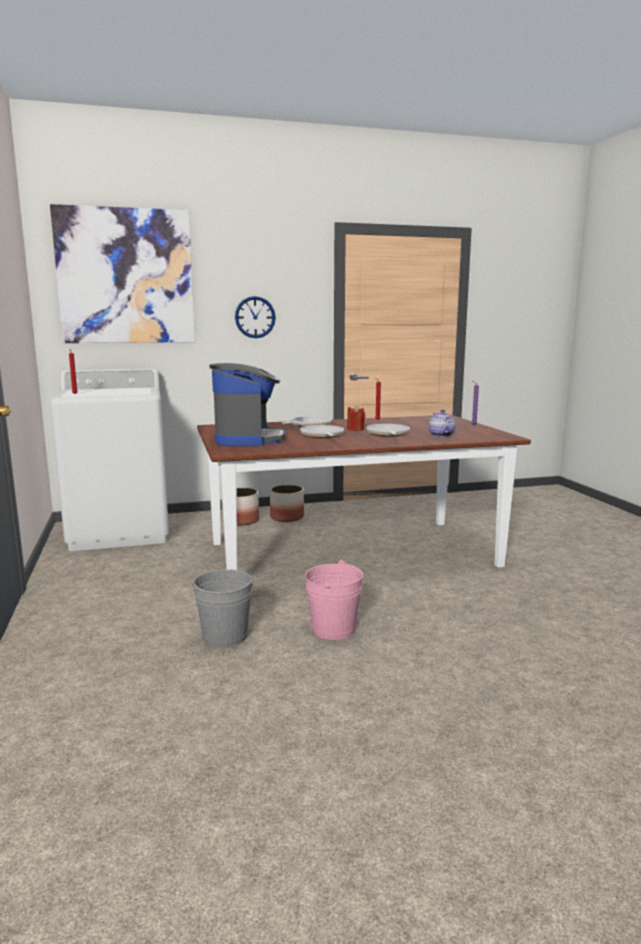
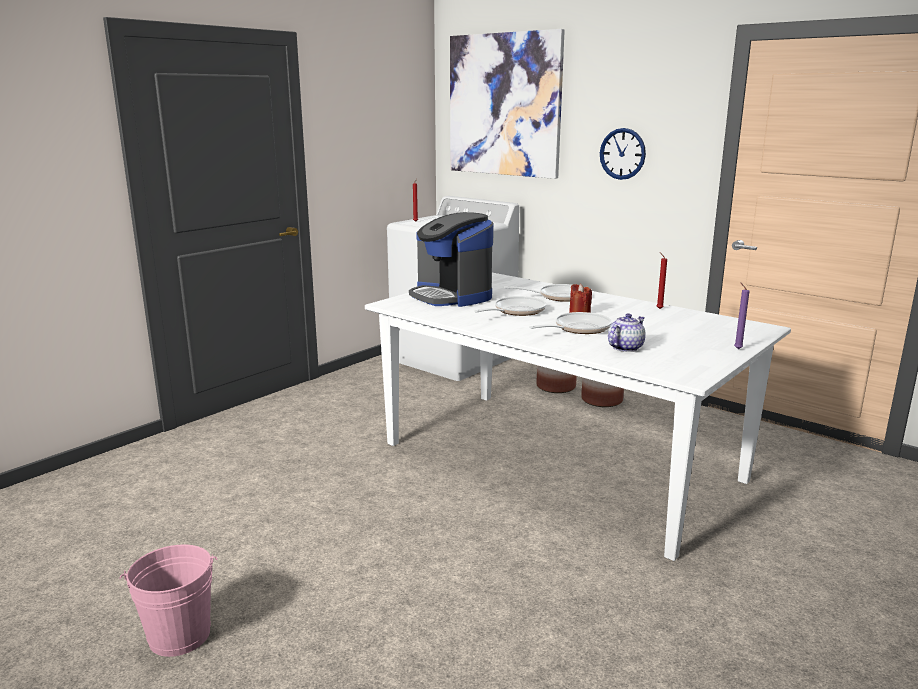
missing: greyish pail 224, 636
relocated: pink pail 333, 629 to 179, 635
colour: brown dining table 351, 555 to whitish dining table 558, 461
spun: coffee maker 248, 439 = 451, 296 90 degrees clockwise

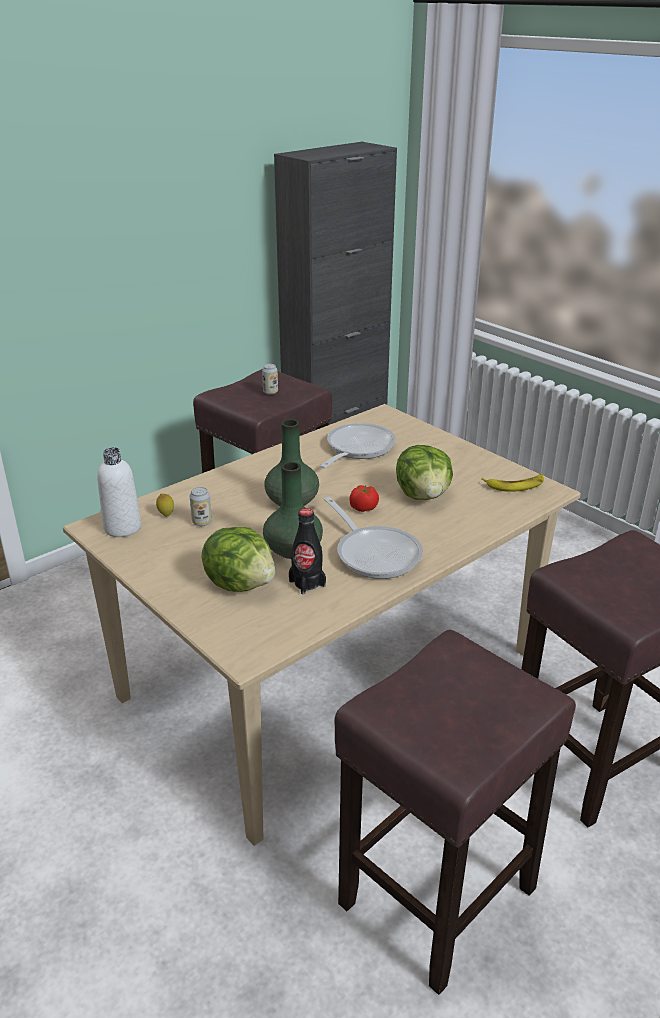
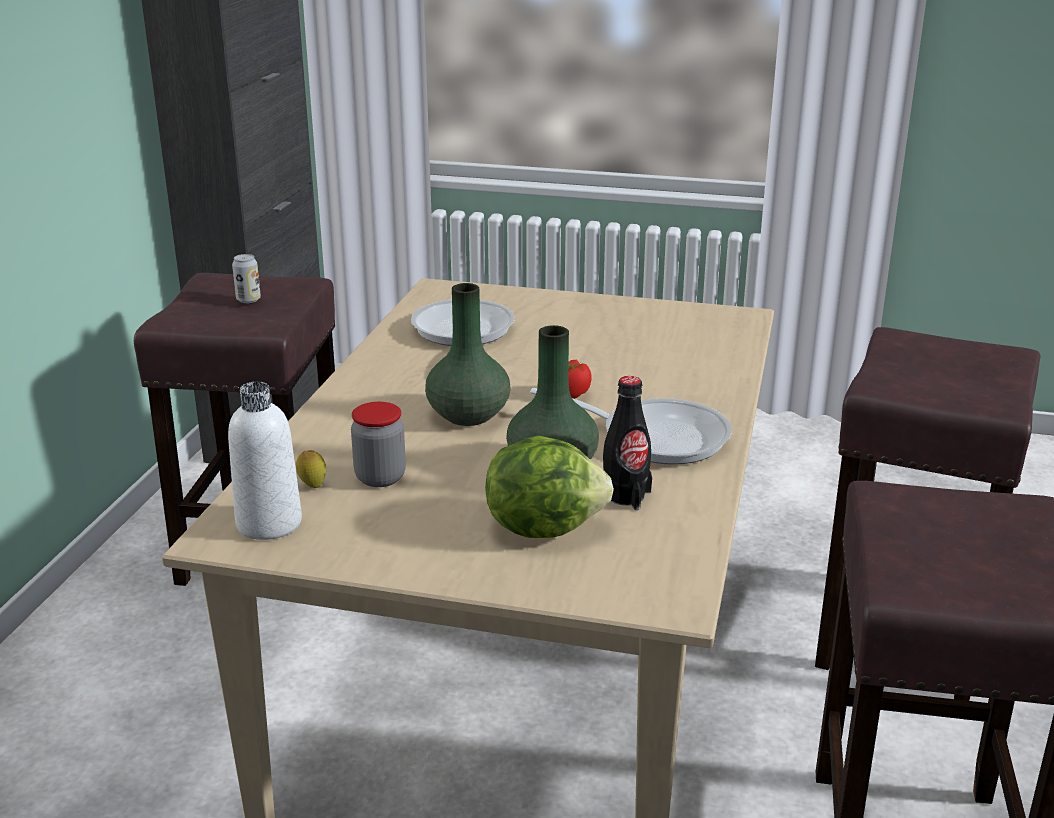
missing: lettuce head 423, 495; banana fruit 515, 485
exchanged: sealed can 202, 522 to preserve jar 380, 477

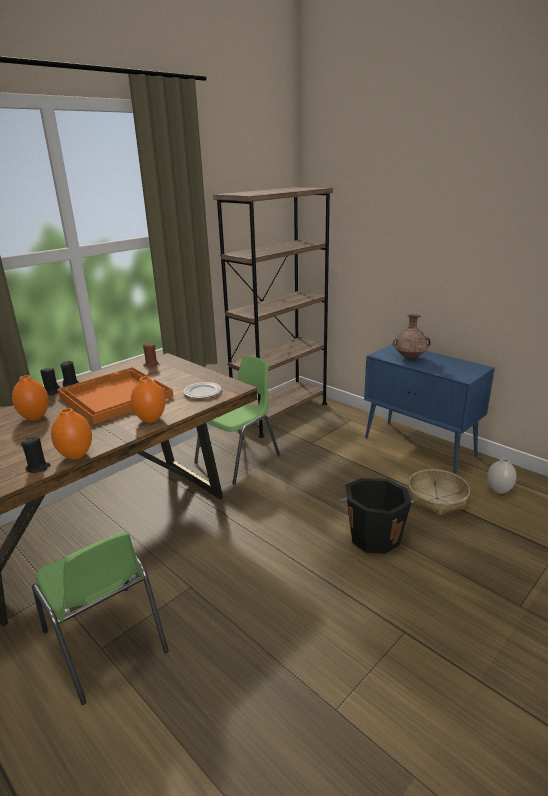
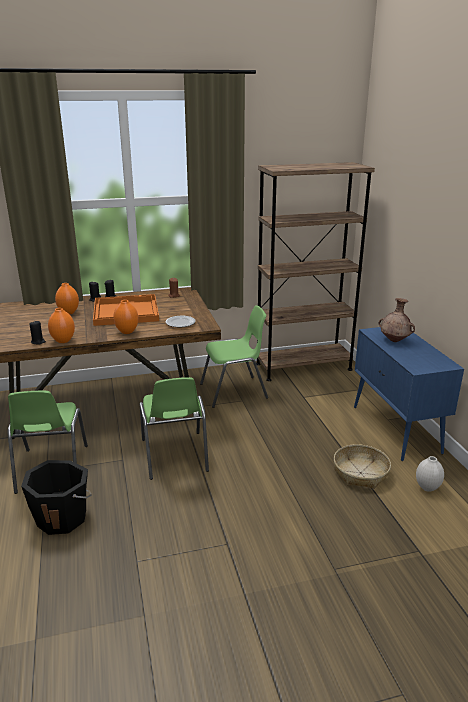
appeared: green-coloured chair 174, 456
relocated: blackish pail 374, 536 to 62, 517

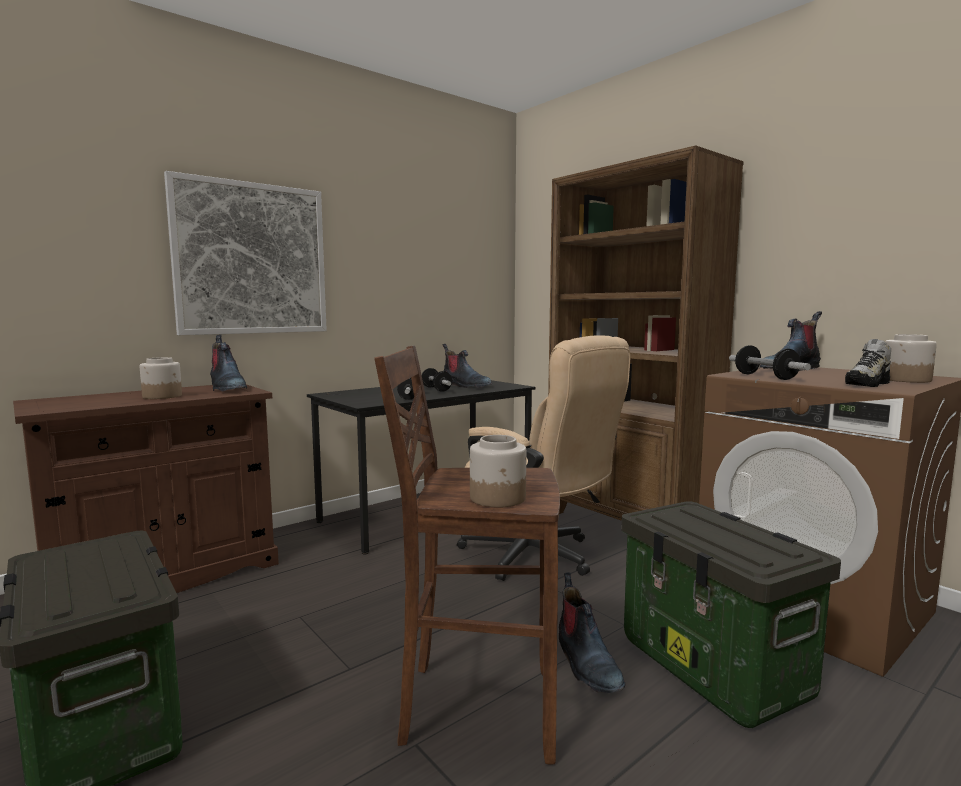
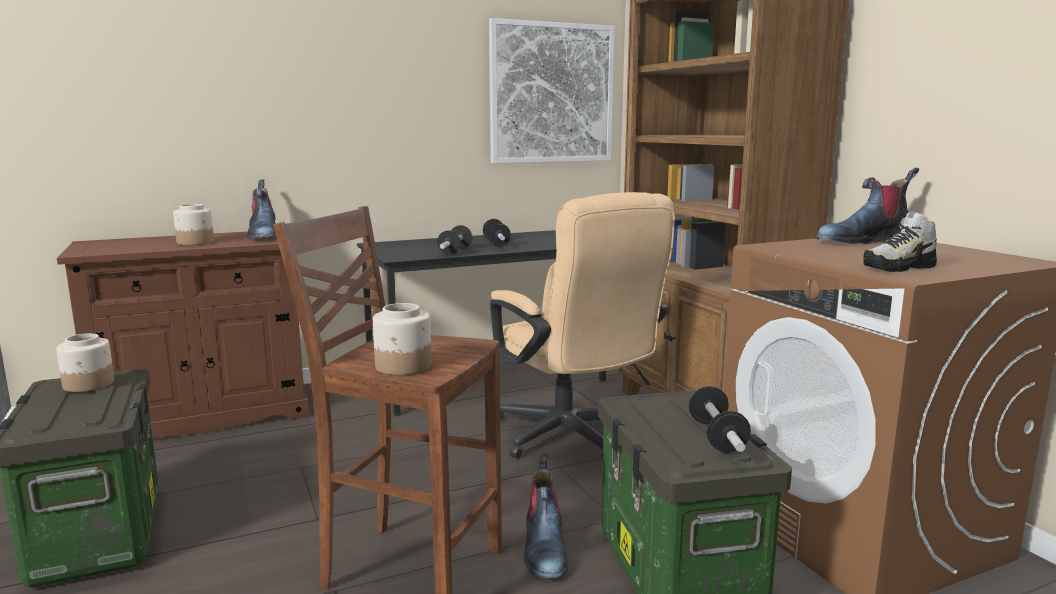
missing: tall boot 465, 385
relocated: wall art 251, 259 to 551, 93; free weight 765, 377 to 717, 437; preserve jar 906, 380 to 89, 384

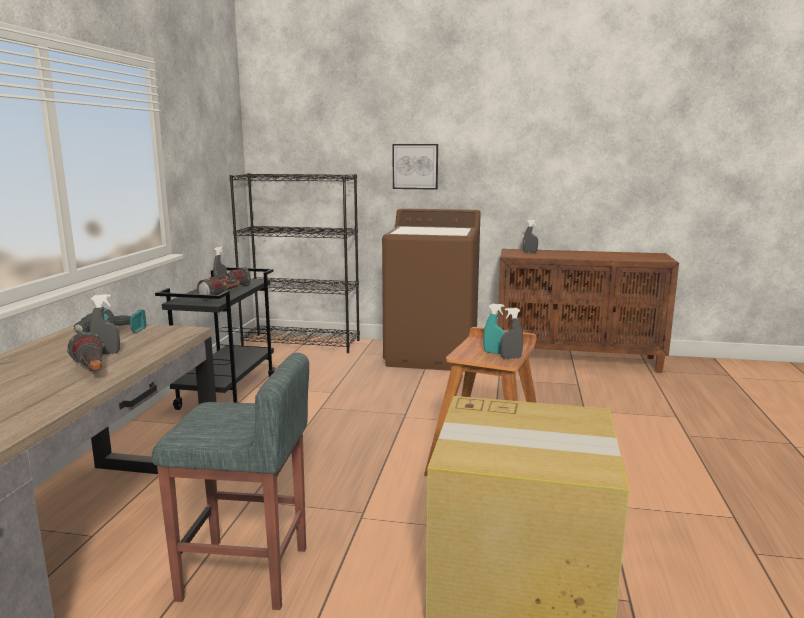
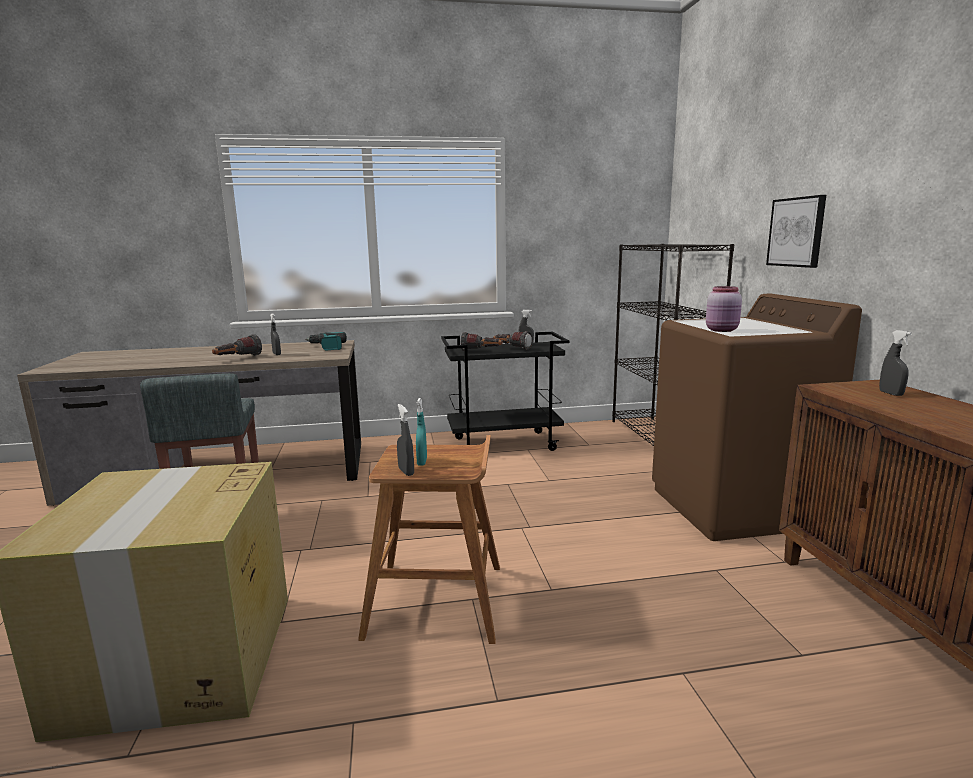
appeared: pink preserve jar 722, 330

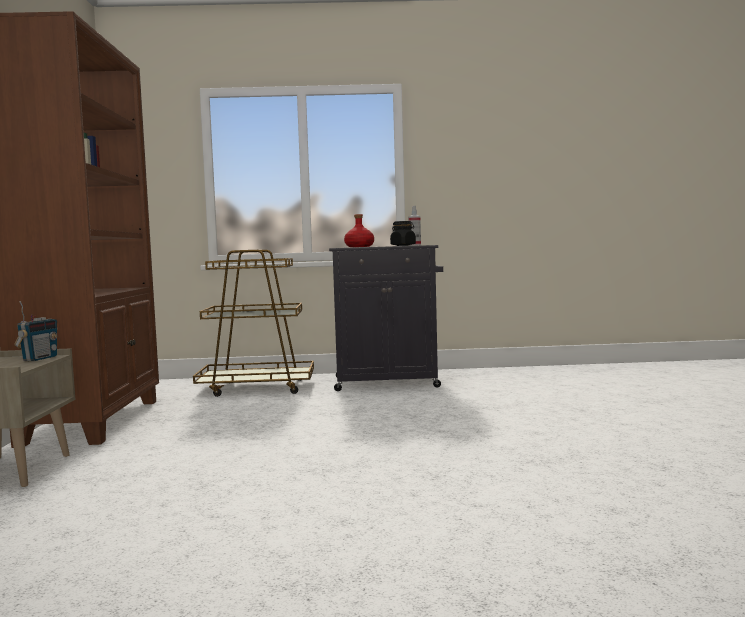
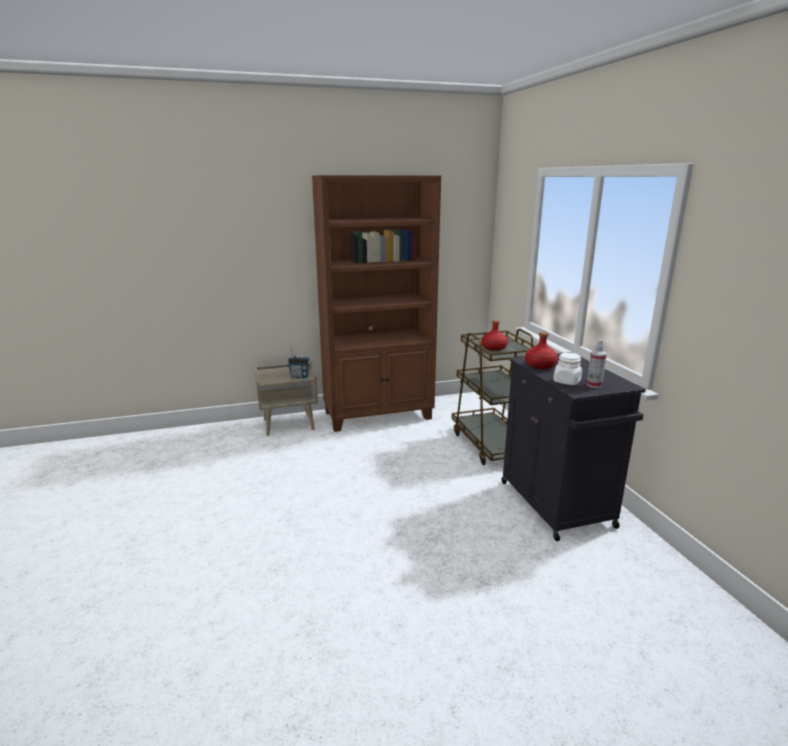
appeared: reddish drink bottle 493, 348
colour: blackish preserve jar 403, 245 to whitish preserve jar 567, 381

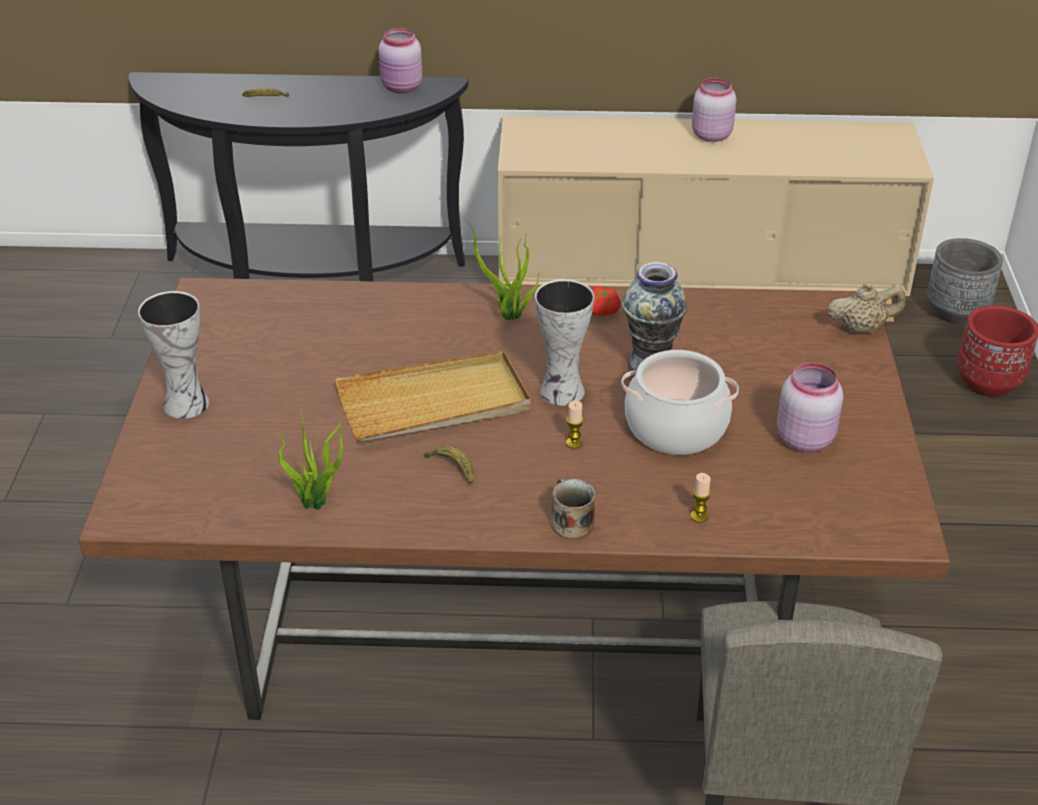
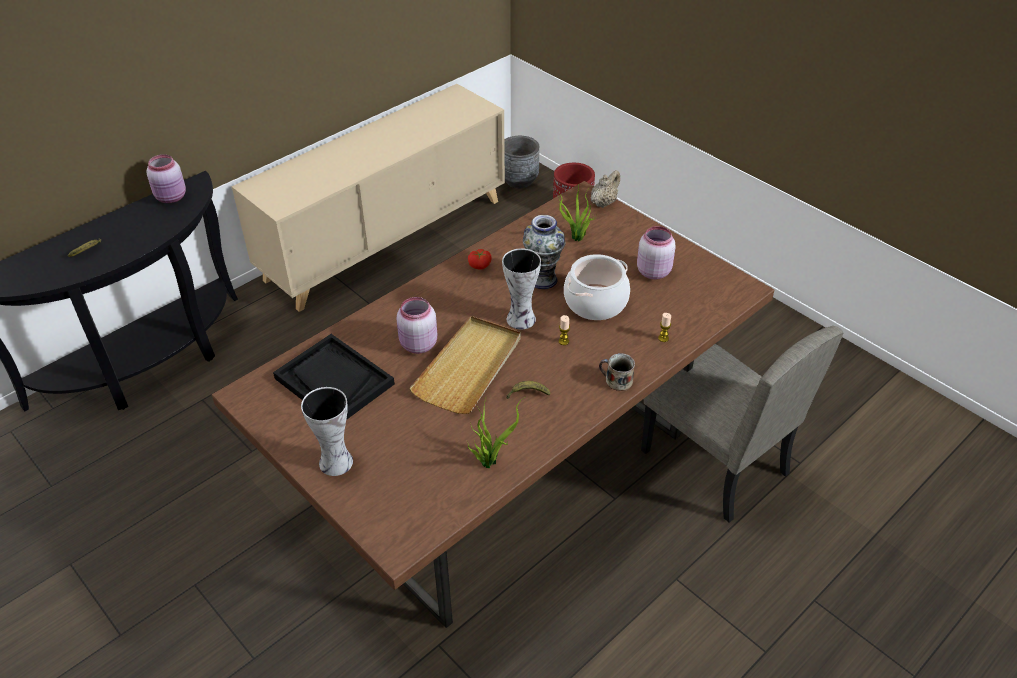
appeared: blackish carrying tray 334, 381
relocated: plant in a pot 509, 316 to 577, 239; pink preserve jar 710, 135 to 417, 345

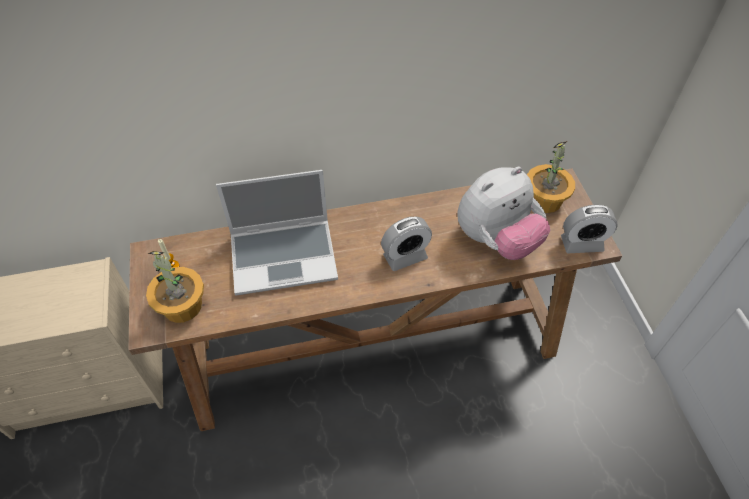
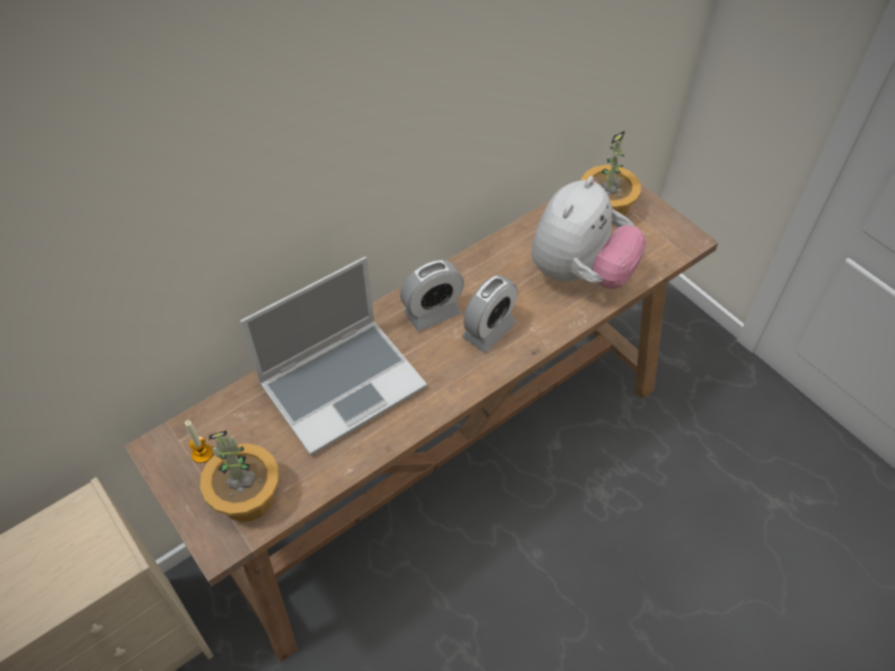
relocated: bedside clock 581, 244 to 432, 313

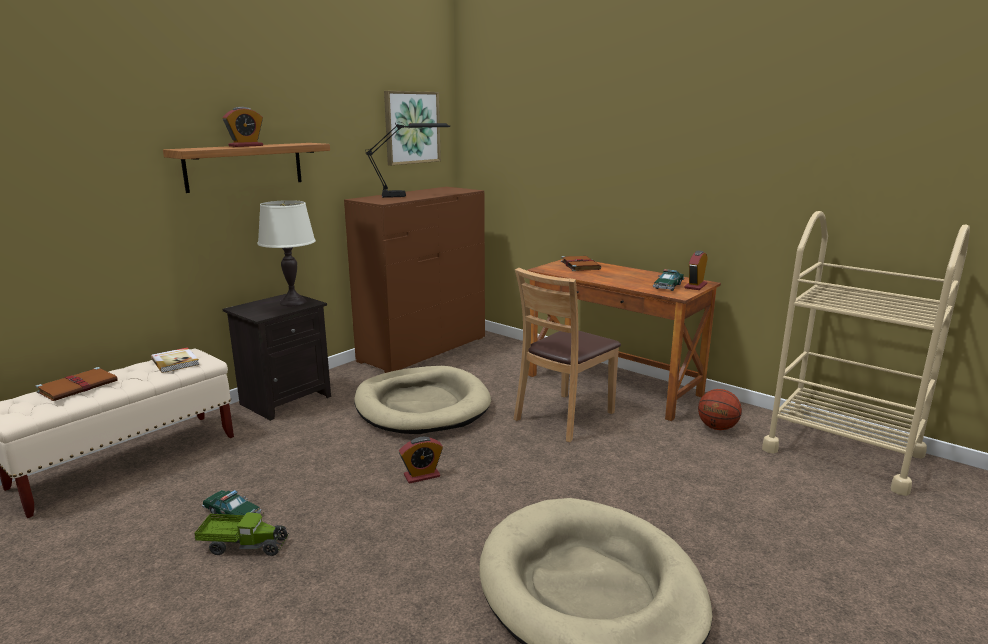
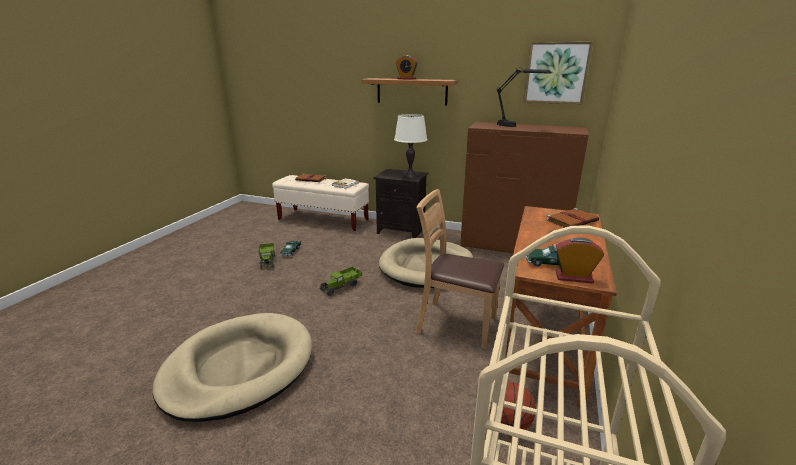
exchanged: bedside clock 422, 476 to toy truck 341, 287

